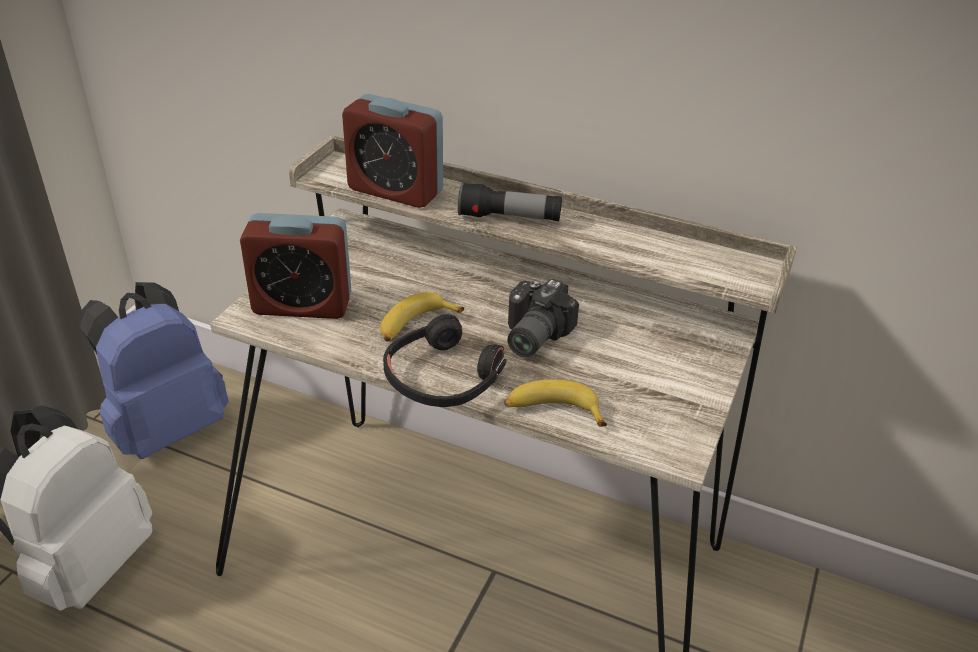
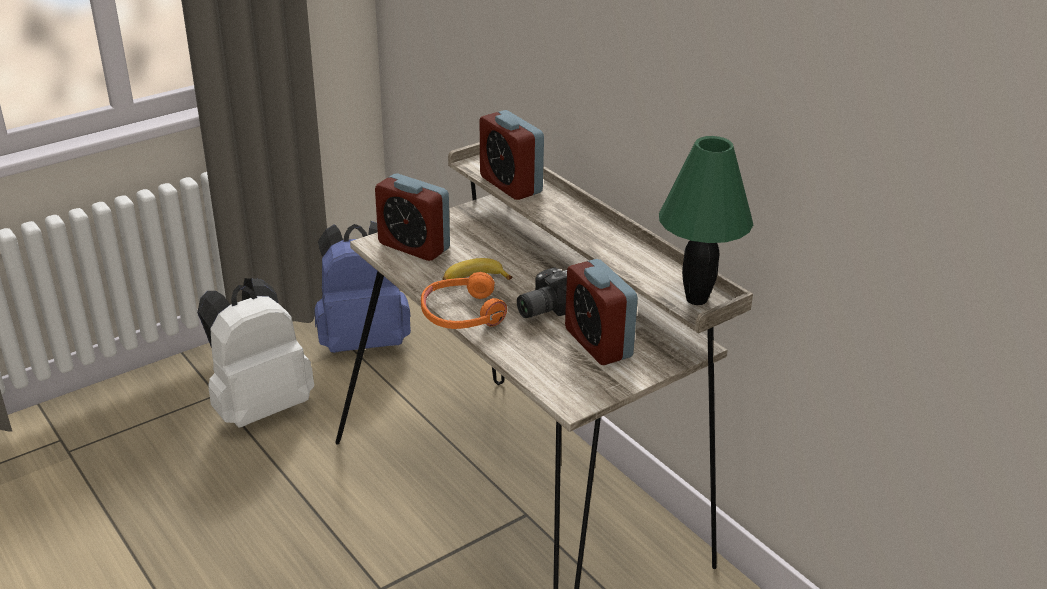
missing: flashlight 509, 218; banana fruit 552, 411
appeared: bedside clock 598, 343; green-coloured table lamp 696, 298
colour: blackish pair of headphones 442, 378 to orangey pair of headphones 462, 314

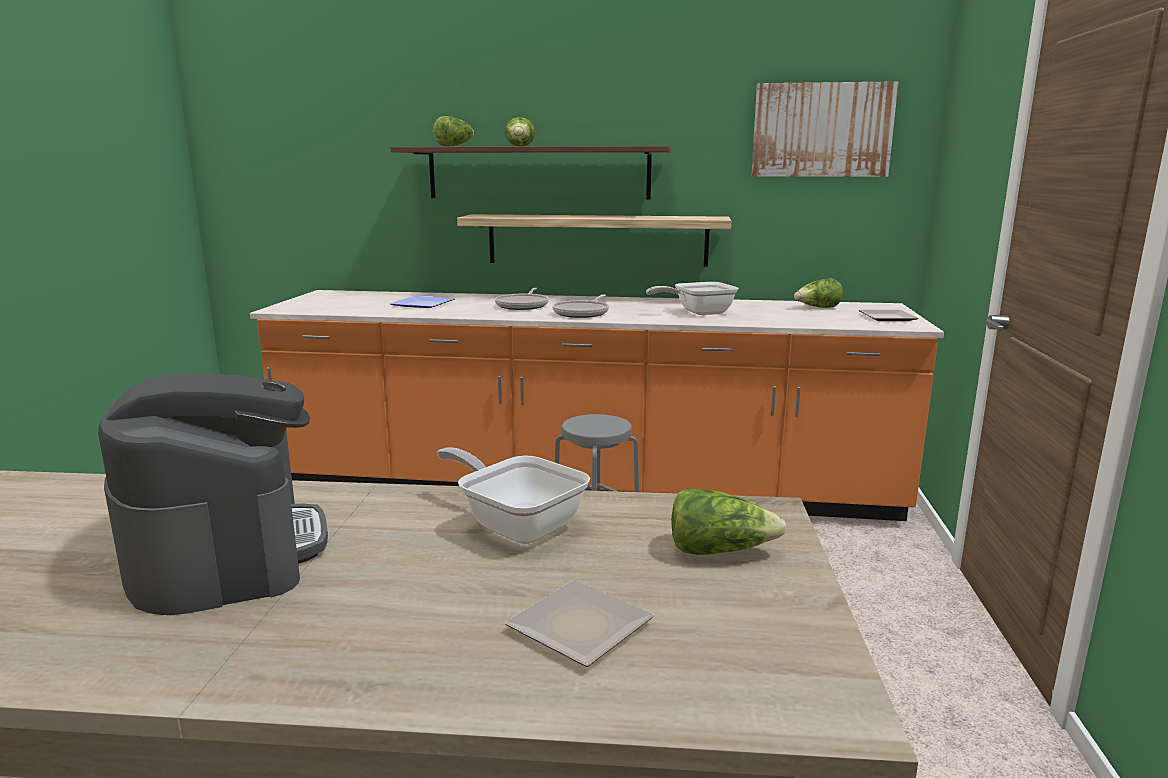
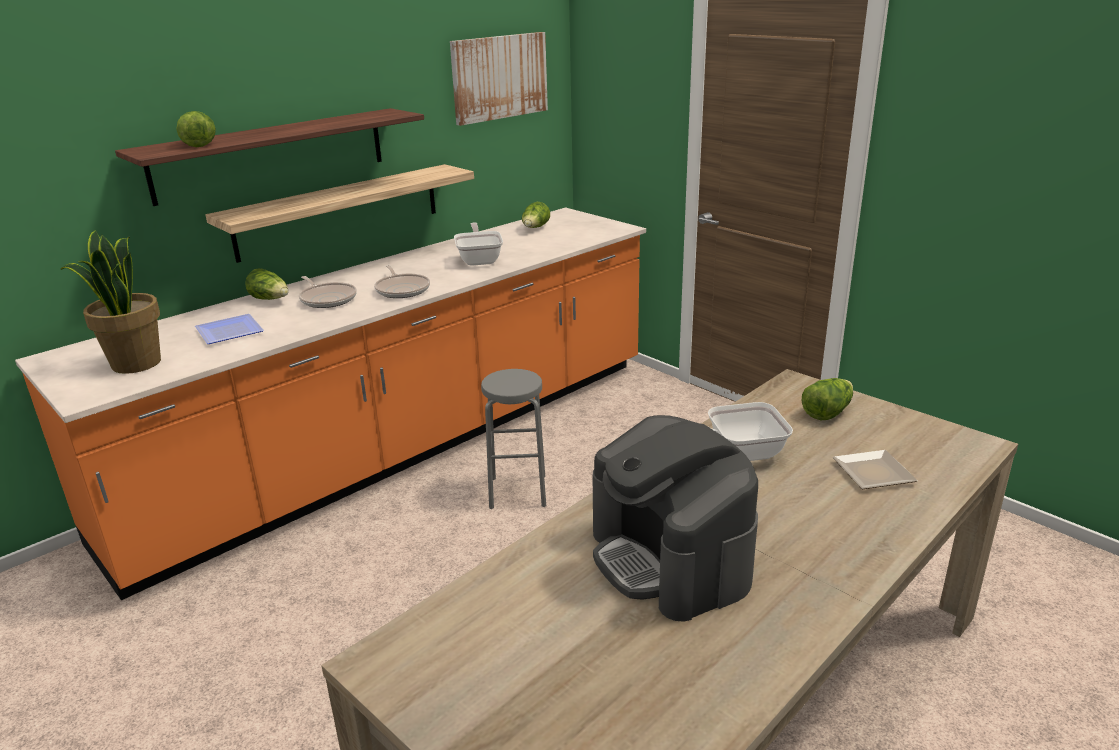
missing: flat dish 889, 318
appeared: plant in a pot 135, 363
relocated: lettuce head 520, 146 to 271, 299
spun: coffee maker 226, 550 = 670, 559 135 degrees counterclockwise; skillet 698, 313 = 480, 259 150 degrees clockwise

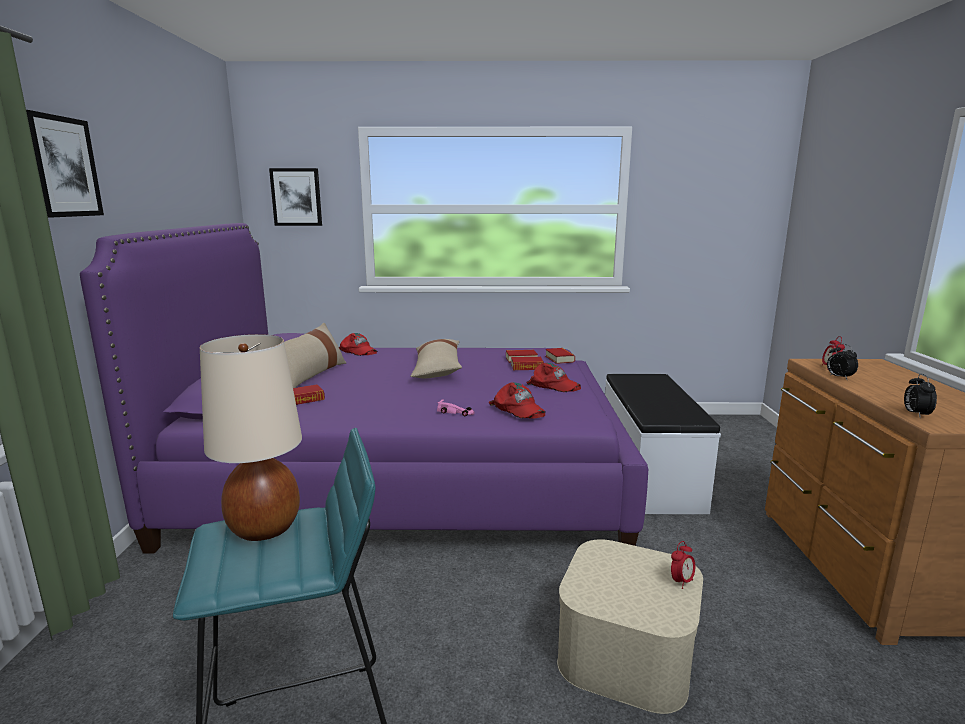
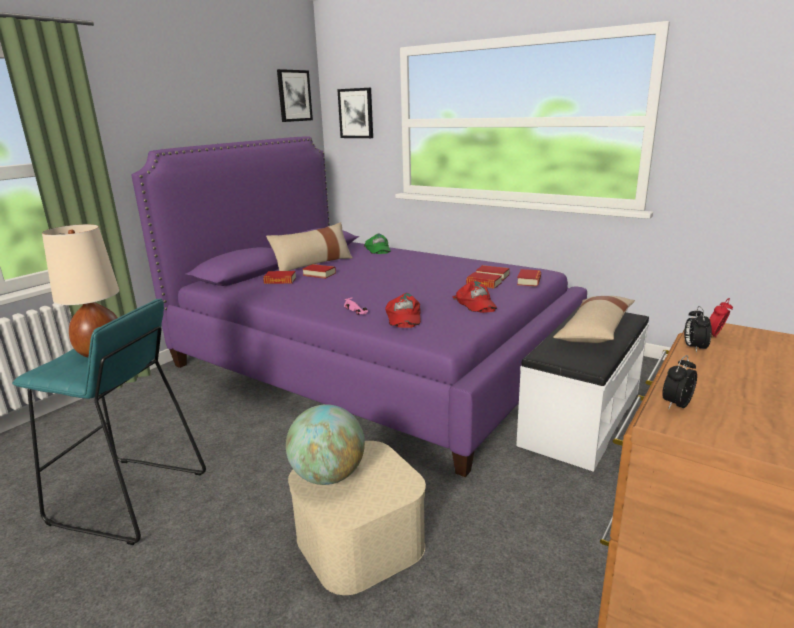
missing: bedside clock 681, 581
appeared: desk globe 328, 476; volume 319, 274
relocated: wall art 62, 167 to 294, 96; sand-coloured pillow 437, 369 to 595, 330
colour: reddish peaked cap 358, 351 to green-coloured peaked cap 377, 249

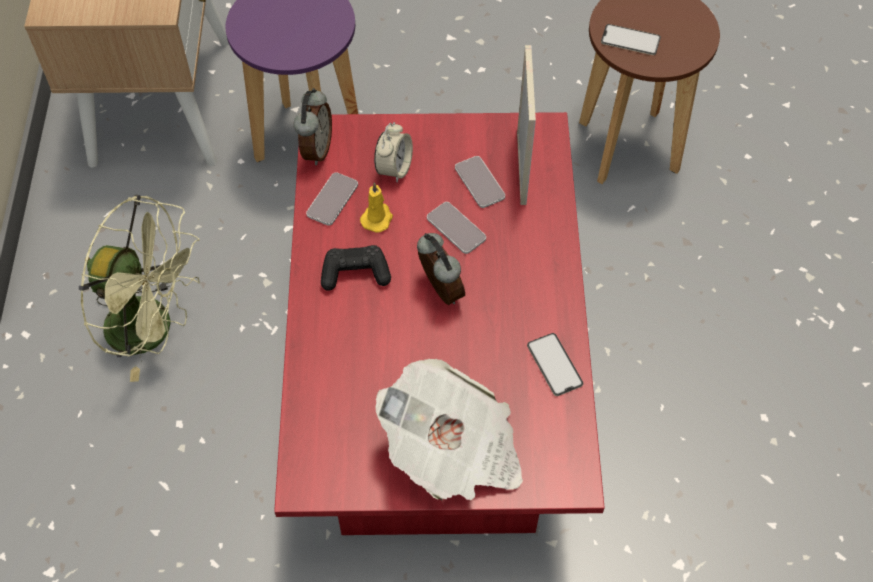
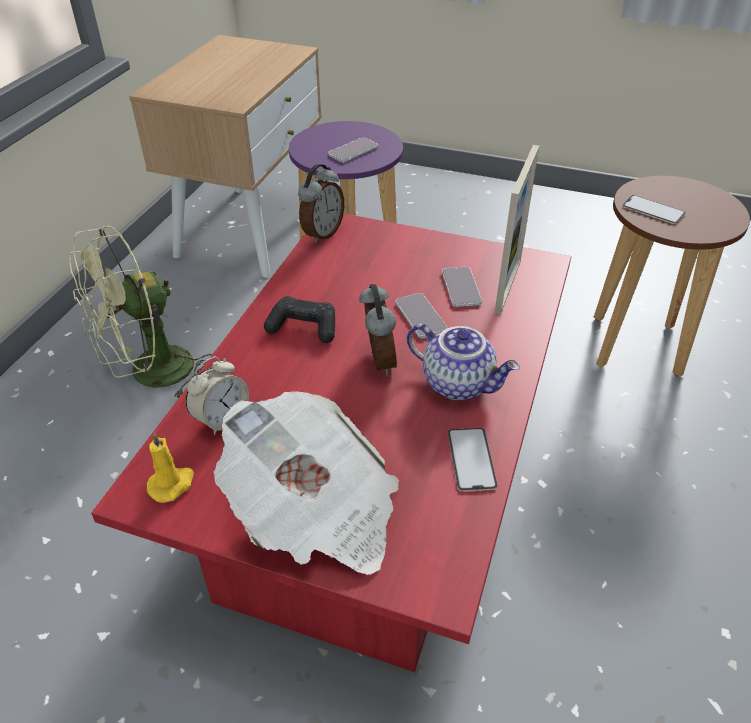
appeared: pot for tea 459, 383
relocated: telephone 332, 199 to 353, 151; yellow-coloured candle 377, 218 to 172, 484; bedside clock 394, 169 to 221, 419
spun: green-coloured fan 154, 328 = 150, 375 105 degrees clockwise

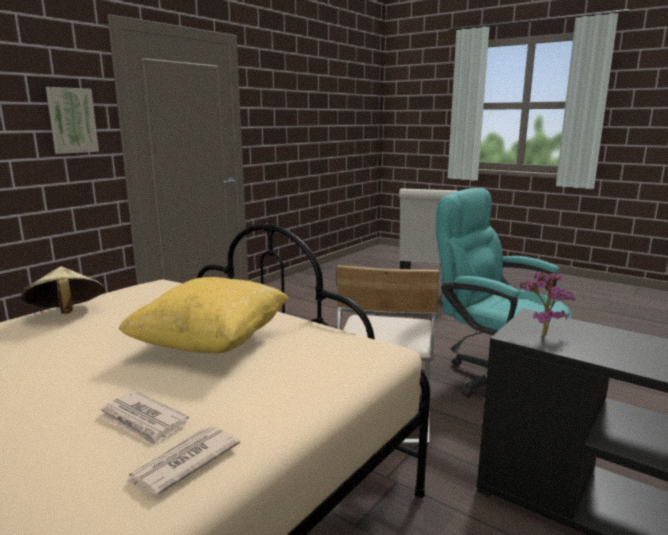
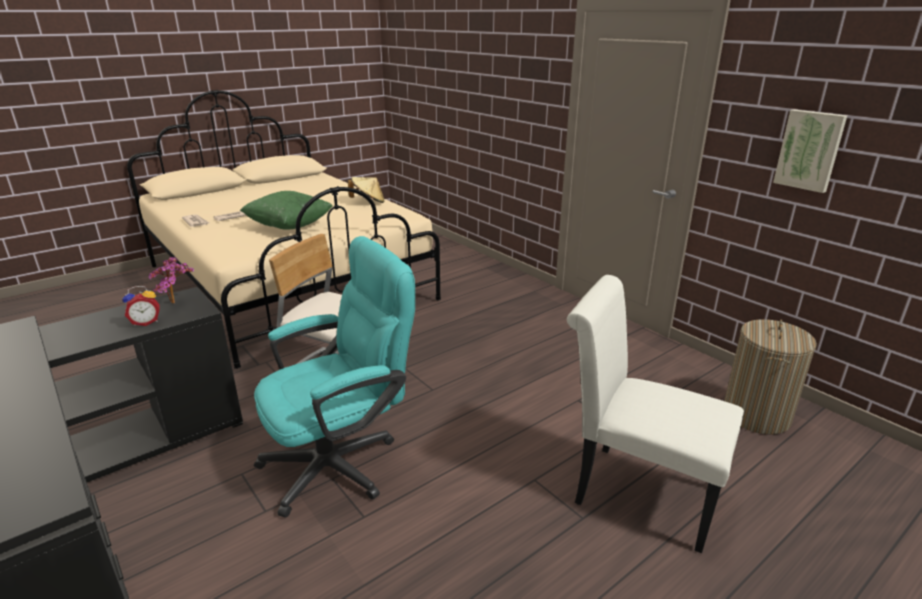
appeared: bedside clock 146, 322; washing basket 756, 415
relocated: wall art 71, 120 to 809, 150
colour: yellow-coloured pillow 211, 344 to green-coloured pillow 289, 226

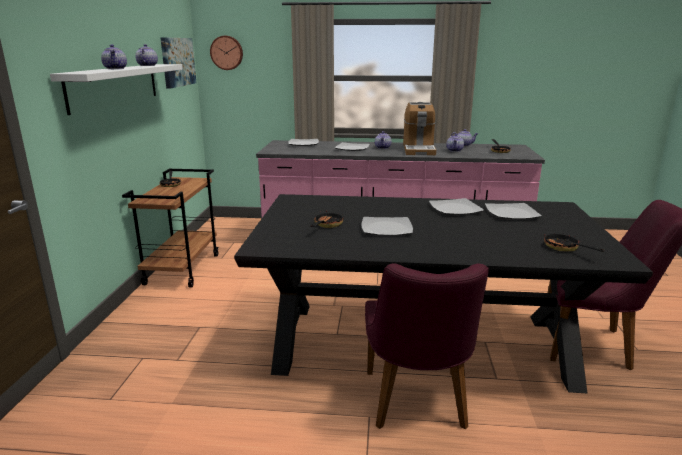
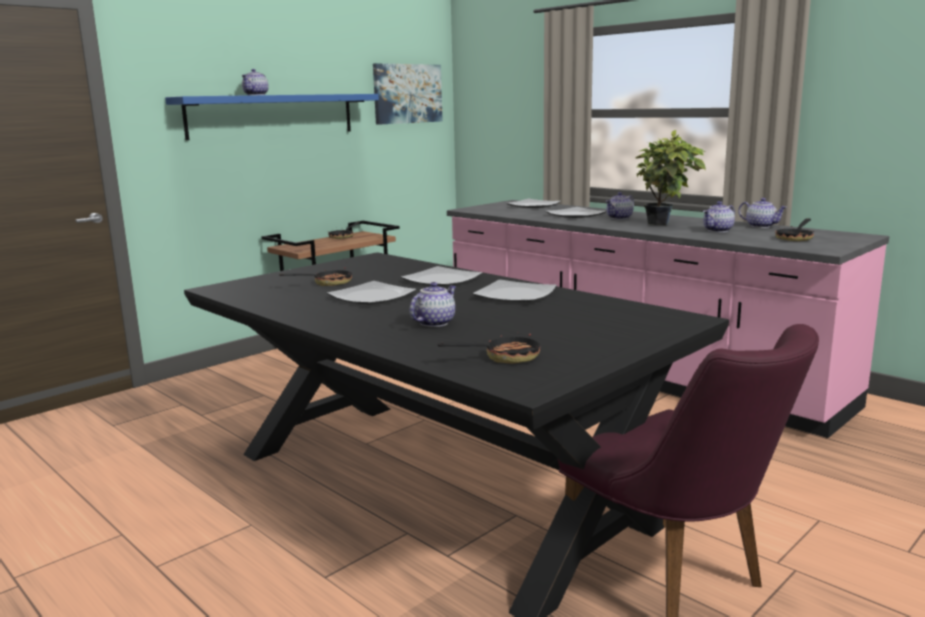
missing: wall clock 227, 52; purple-coloured chair 417, 405
relocated: pot for tea 147, 66 to 433, 323; flat dish 511, 213 to 441, 280
exchanged: coffee maker 418, 149 to plant in a pot 664, 224
colour: whitish wall shelf 115, 86 to blue-coloured wall shelf 272, 115
spun: skillet 565, 248 = 503, 357 60 degrees clockwise

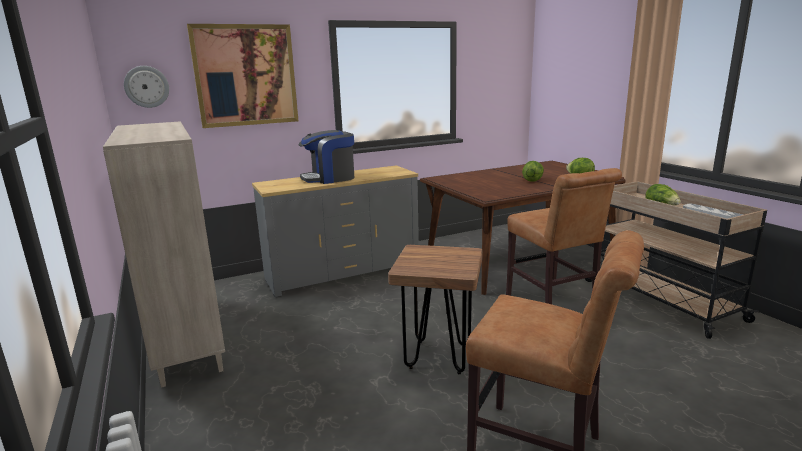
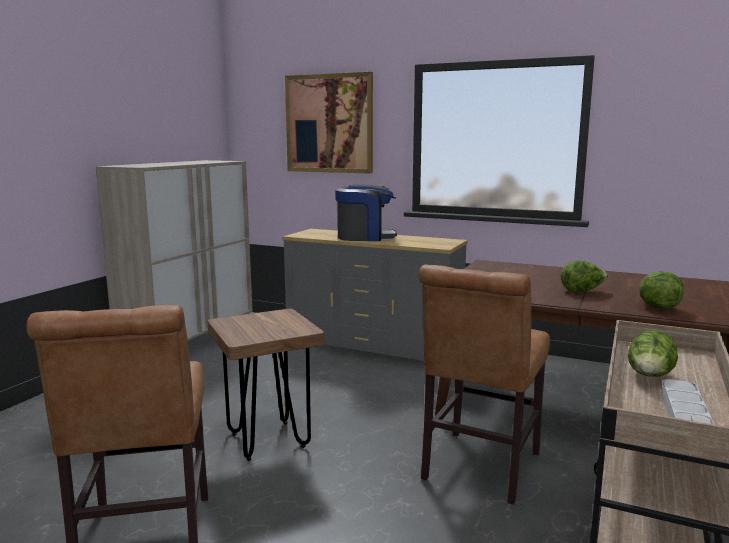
missing: wall clock 146, 86
spun: coffee maker 329, 178 = 365, 237 150 degrees clockwise

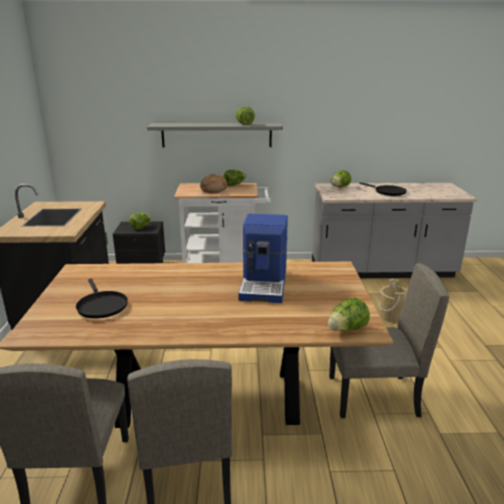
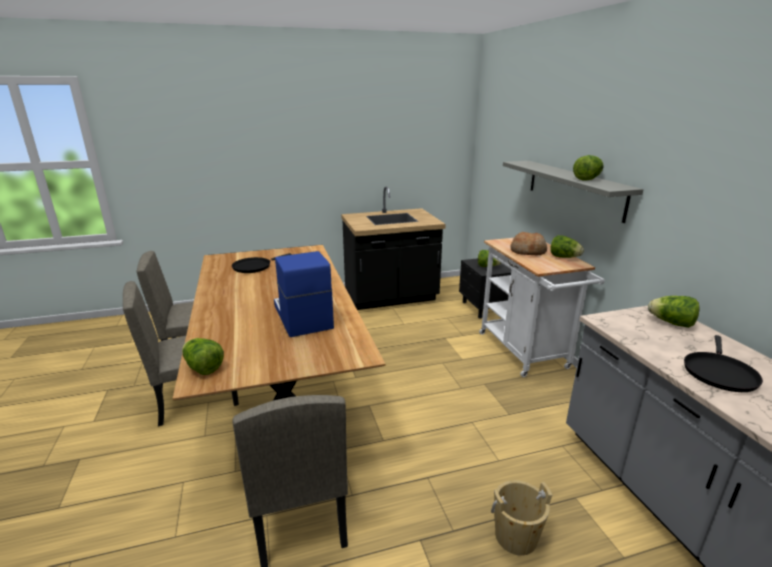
spun: coffee maker 264, 284 = 301, 317 75 degrees clockwise

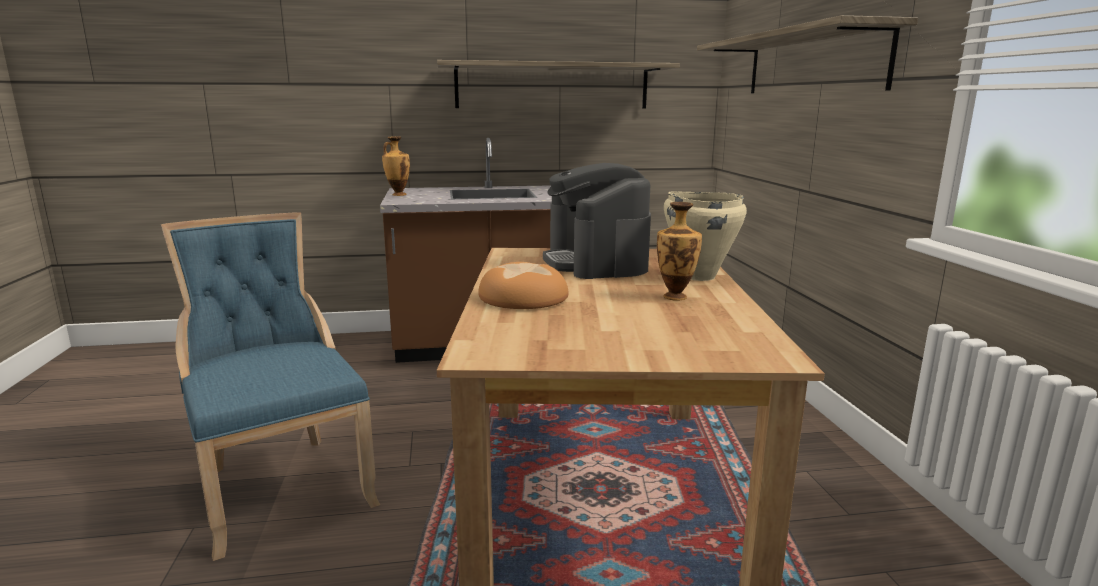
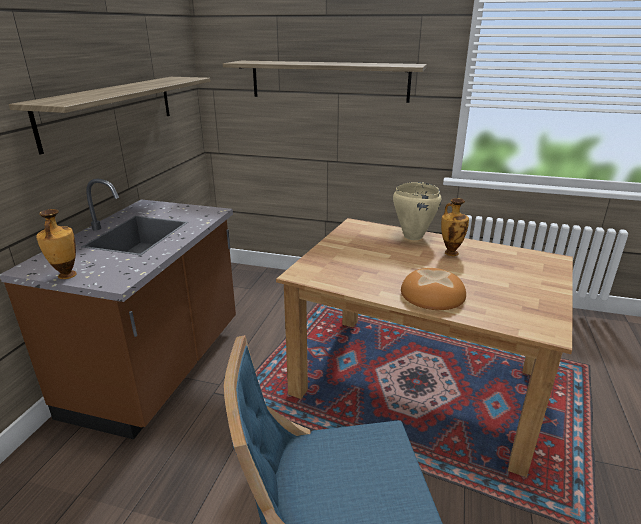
missing: coffee maker 596, 262

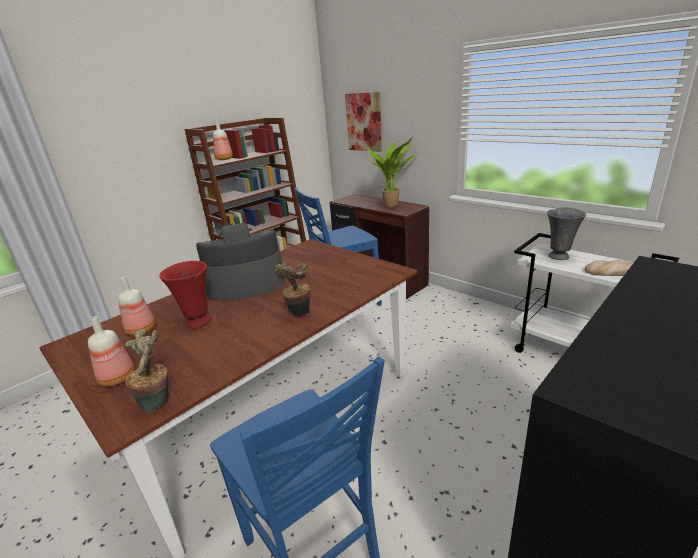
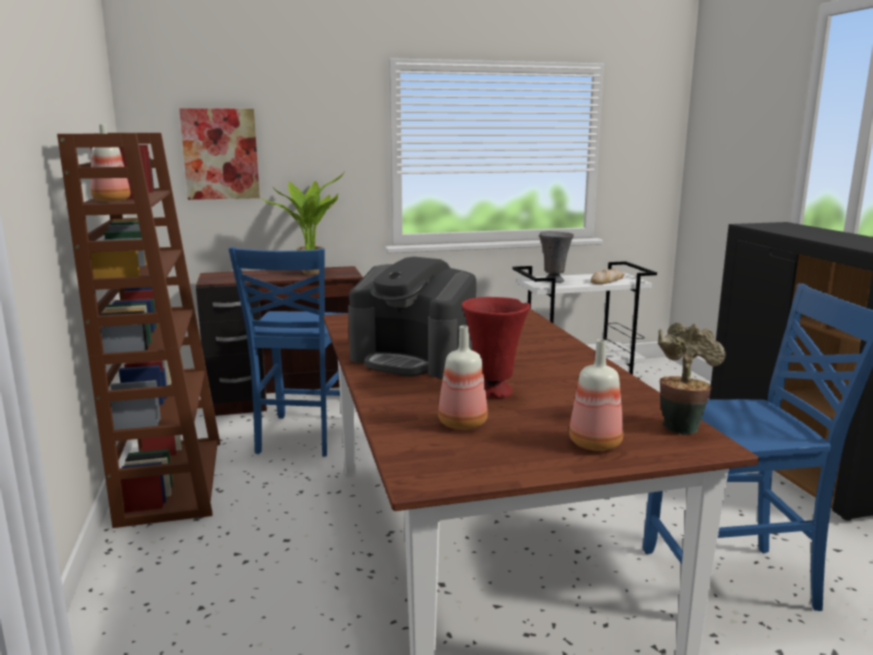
missing: plant in a pot 298, 314
spun: coffee maker 245, 284 = 415, 359 75 degrees counterclockwise

